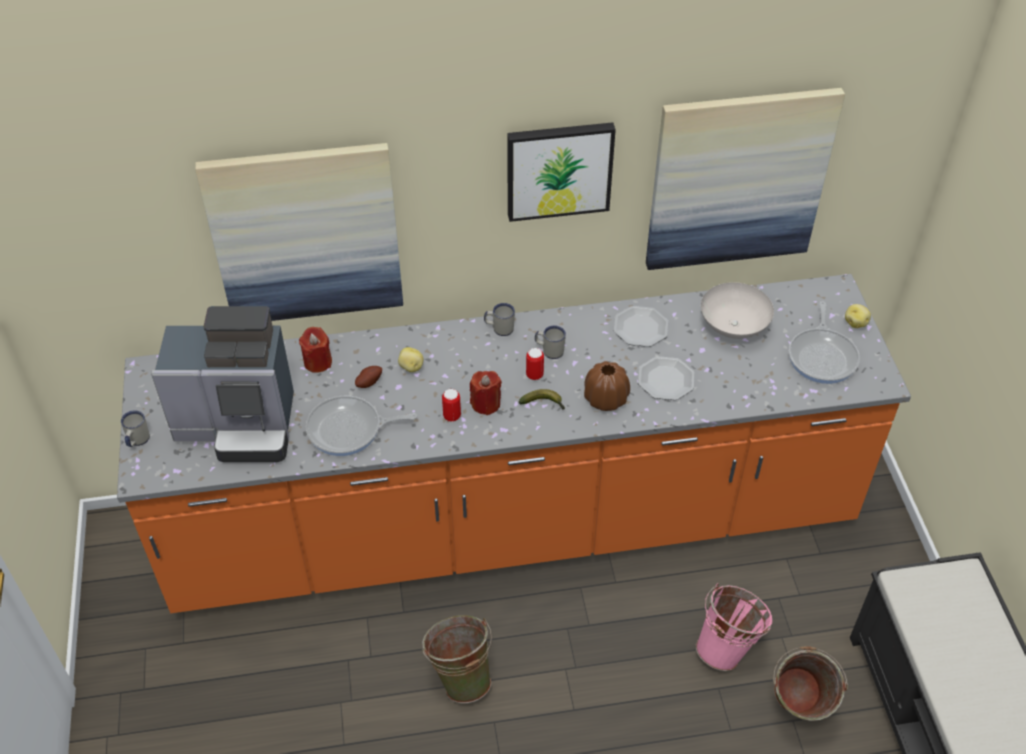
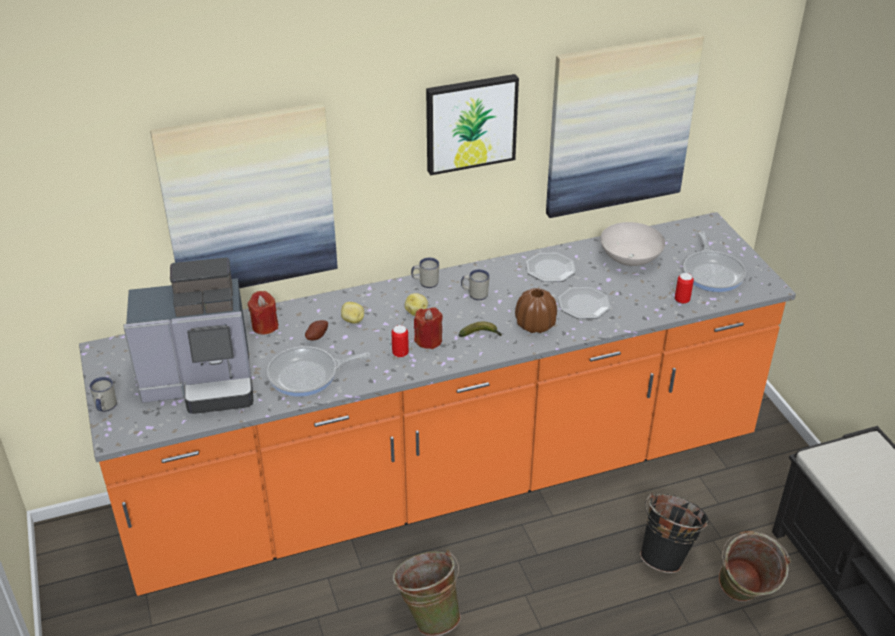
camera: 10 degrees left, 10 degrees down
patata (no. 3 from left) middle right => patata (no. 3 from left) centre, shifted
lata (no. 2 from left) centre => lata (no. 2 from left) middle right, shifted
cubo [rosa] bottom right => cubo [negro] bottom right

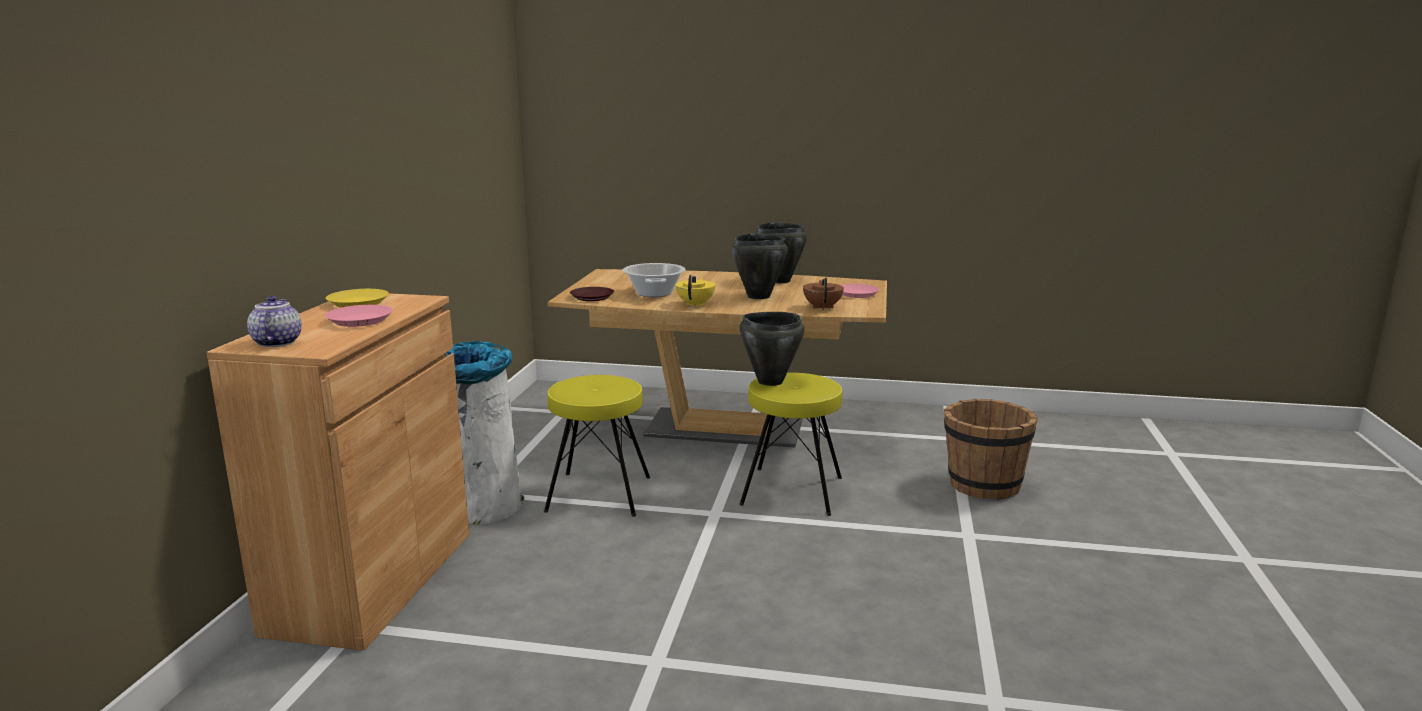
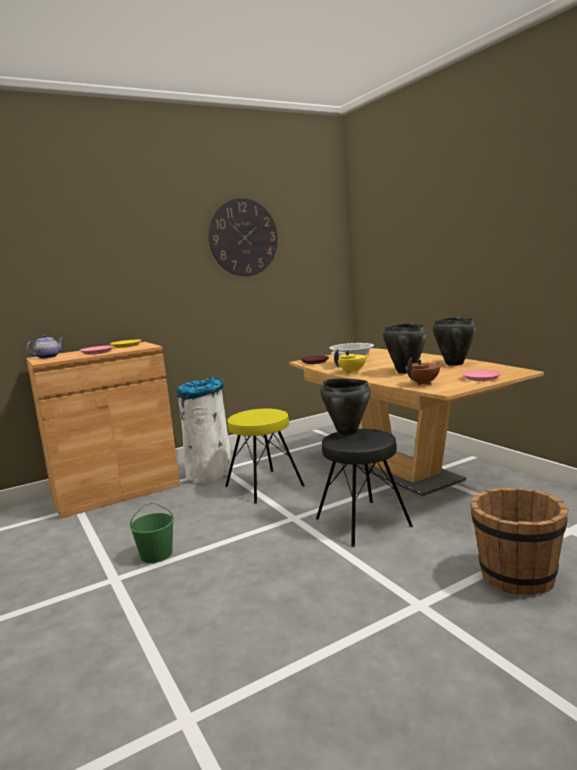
camera: 50 degrees right, 5 degrees down
taburete [amarillo] (no. 2 from left) centre => taburete [negro] centre
nothing => reloj de pared top centre
nothing => cubo [verde] bottom left

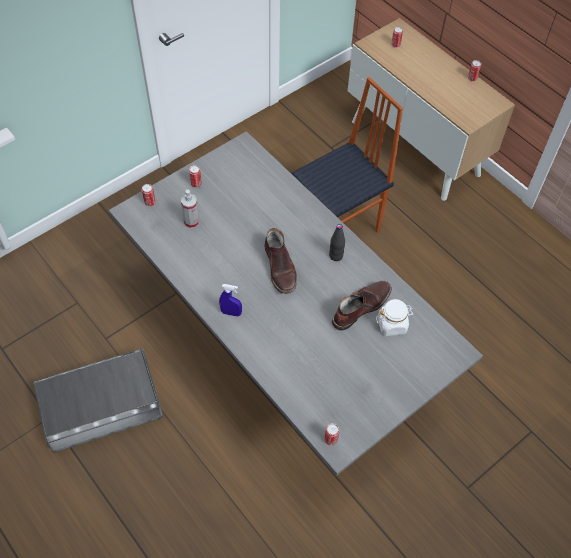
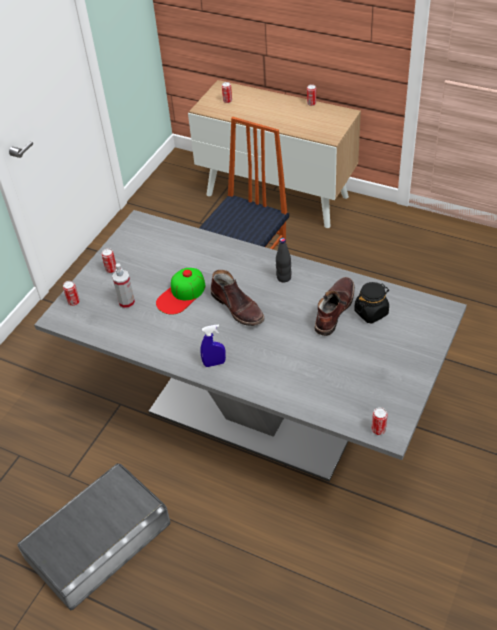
camera: 20 degrees left, 10 degrees down
tarro [blanco] middle right => tarro [negro] middle right
nothing => gorra centre

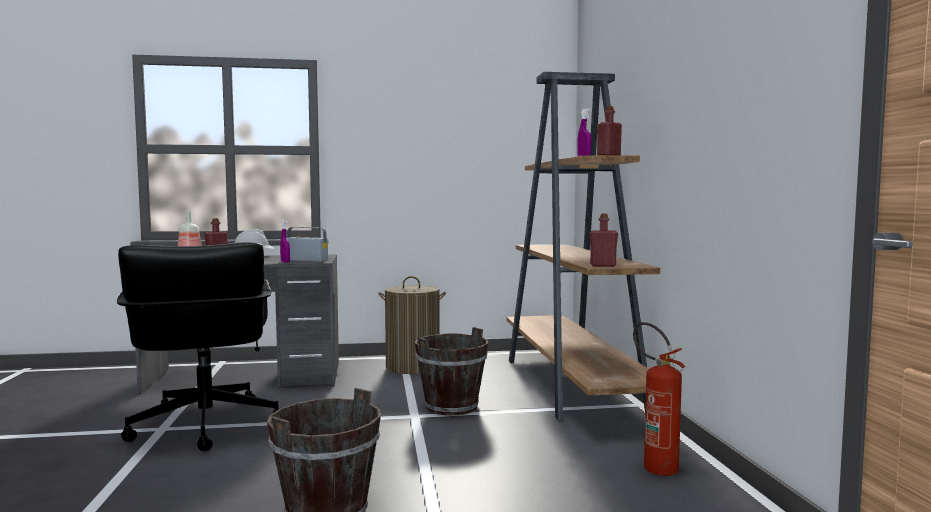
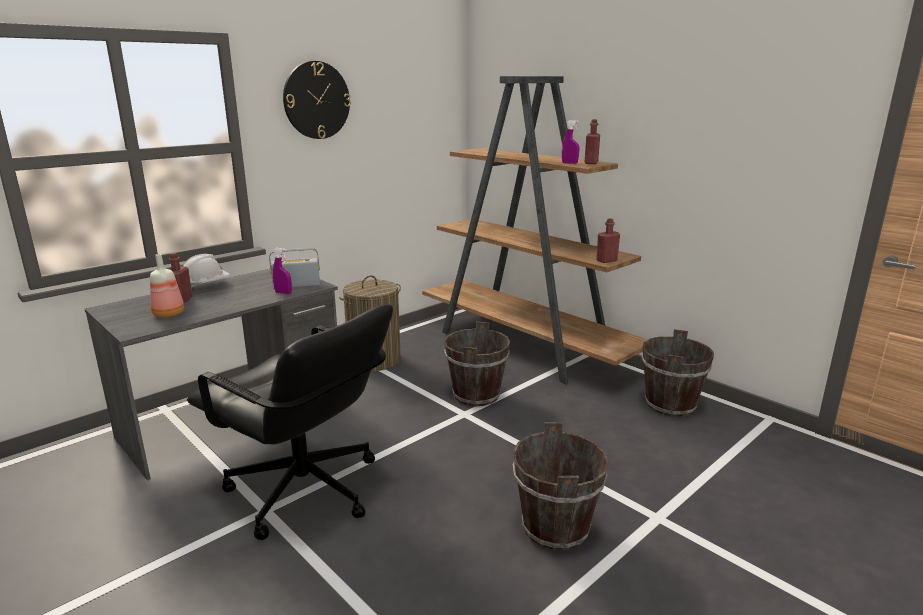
camera: 35 degrees left, 15 degrees up
extintor bottom right => cubo [marrón] (no. 3 from left) middle right
nothing => reloj de pared top centre

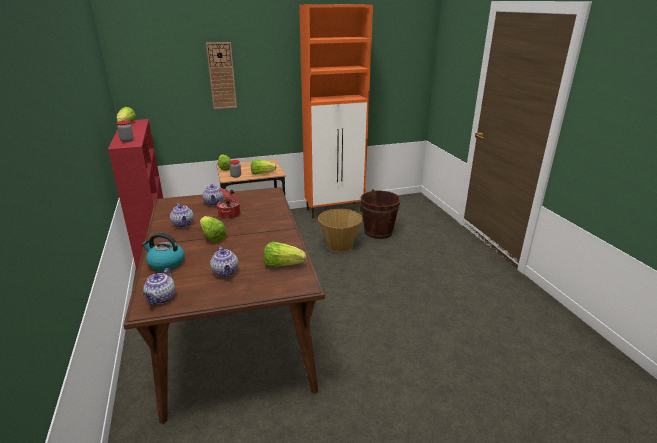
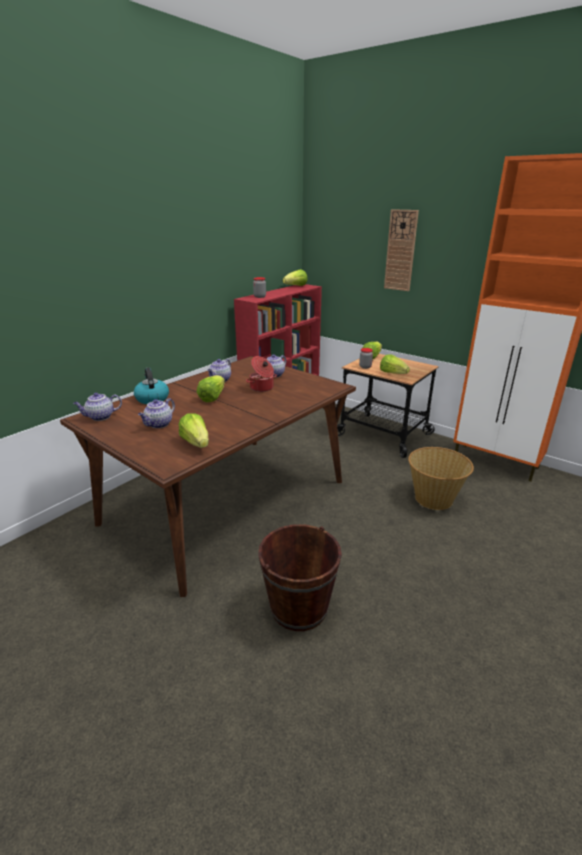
camera: 55 degrees right, 0 degrees up
cubo [marrón] centre => cubo [marrón] bottom centre, shifted

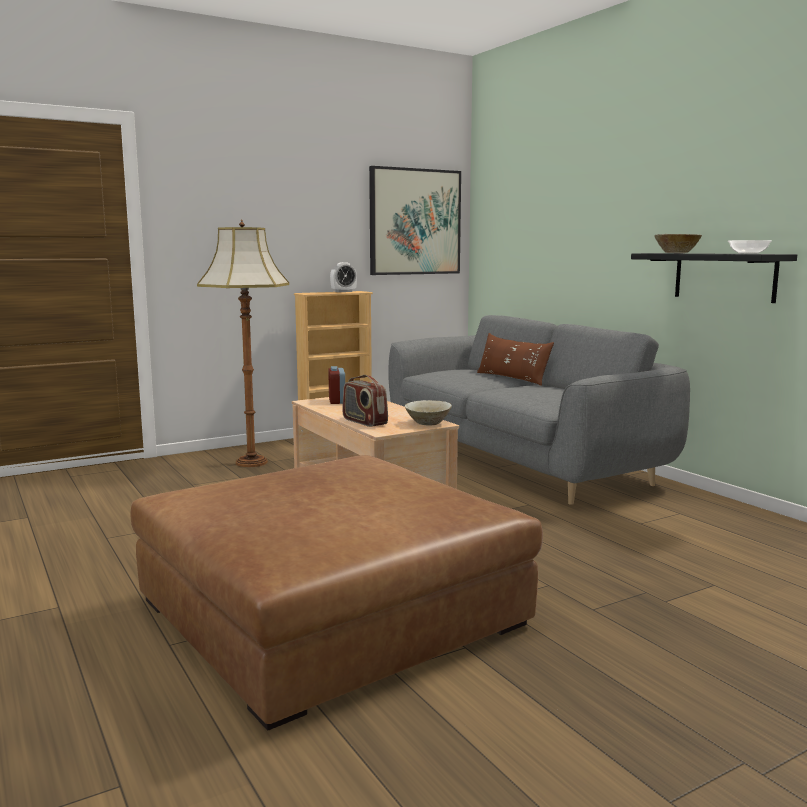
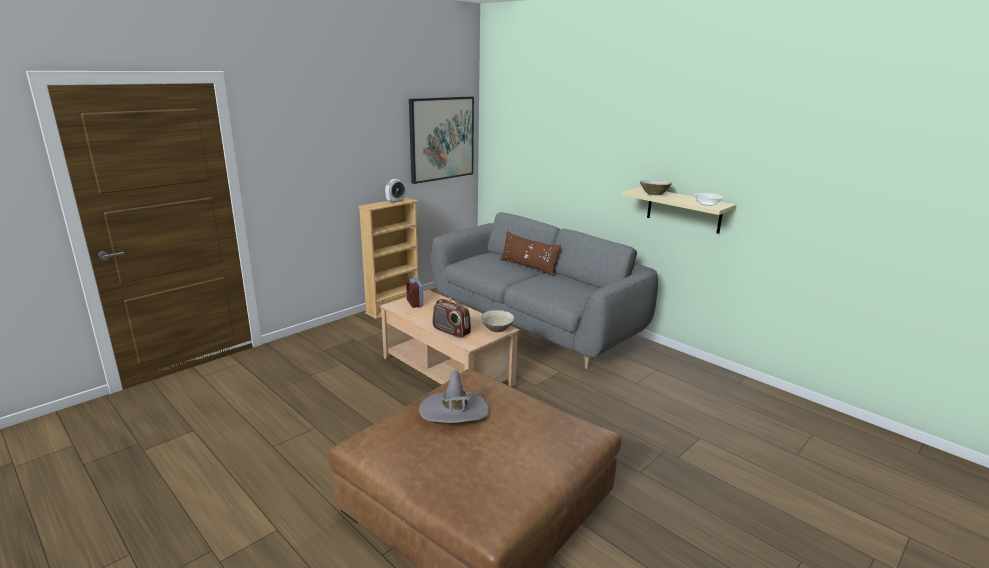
camera: 15 degrees left, 10 degrees up
lámpara de pie middle left => nothing
estante [negro] middle right => estante [beis] middle right
nothing => sombrero [gris] bottom centre

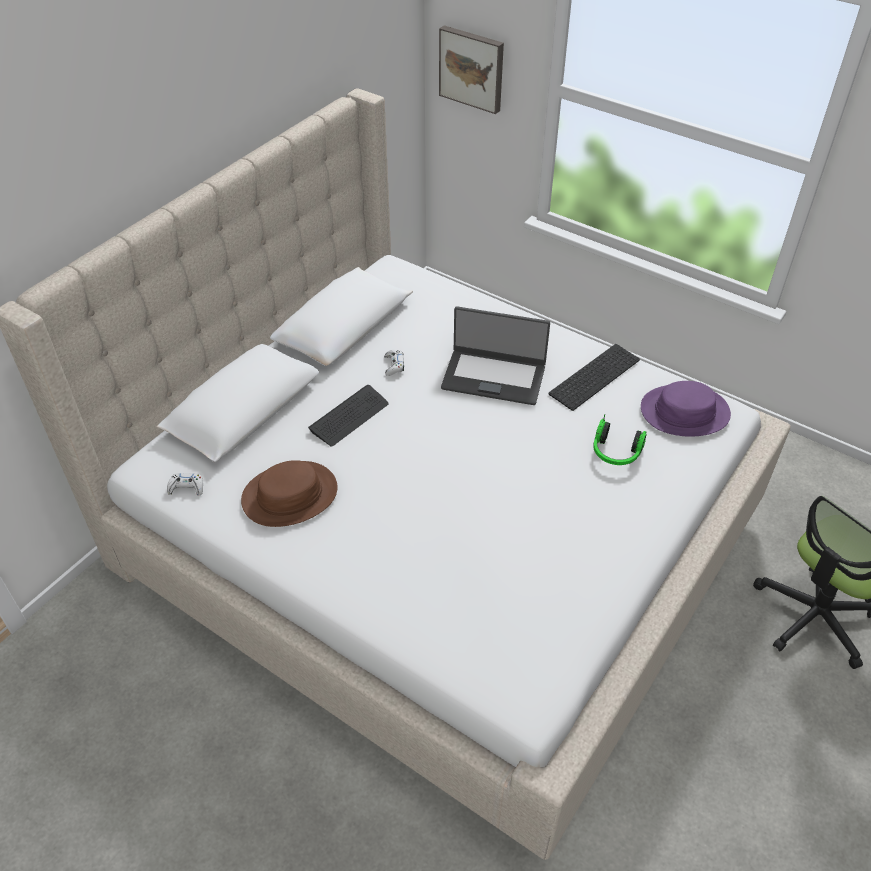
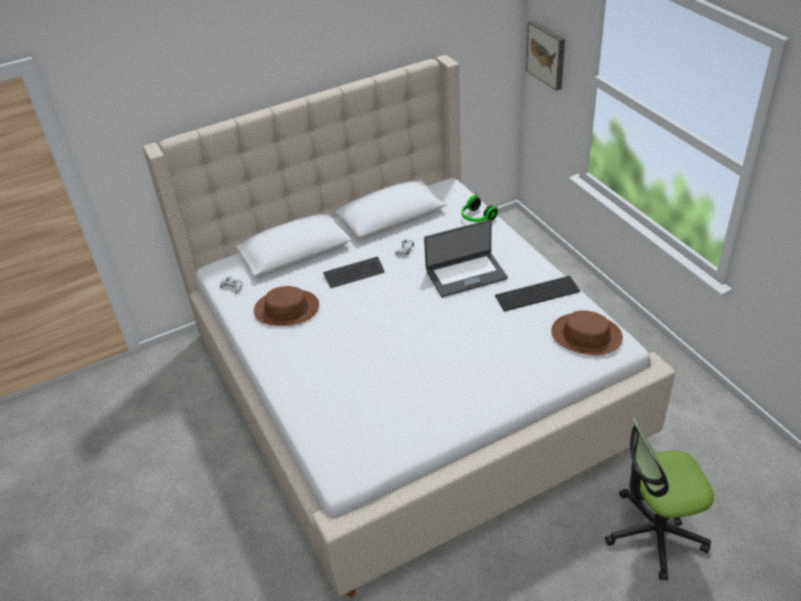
camera: 30 degrees right, 5 degrees down
portátil centre, 60 degrees counterclockwise
sombrero [morado] middle right => sombrero [marrón] (no. 2 from left) middle right
auriculares middle right => auriculares centre, shifted

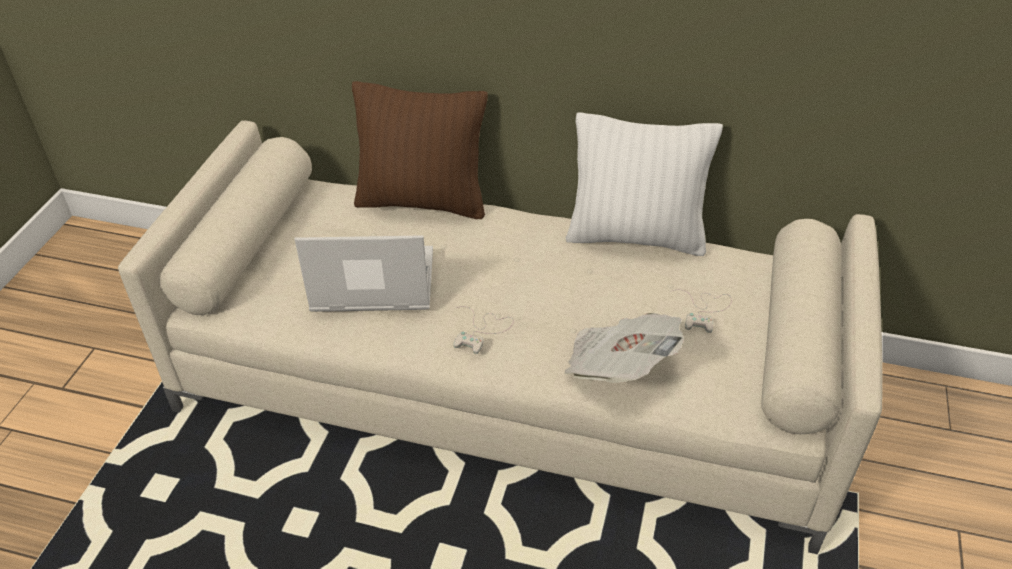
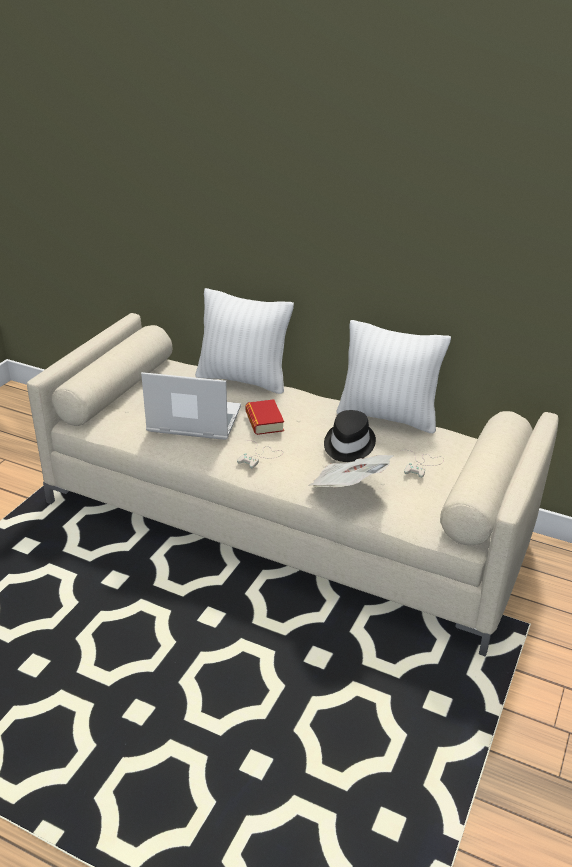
camera: 10 degrees right, 10 degrees down
cojín [marrón] top centre => cojín [blanco] (no. 1 from left) centre
nothing => libro centre
nothing => sombrero [negro] centre

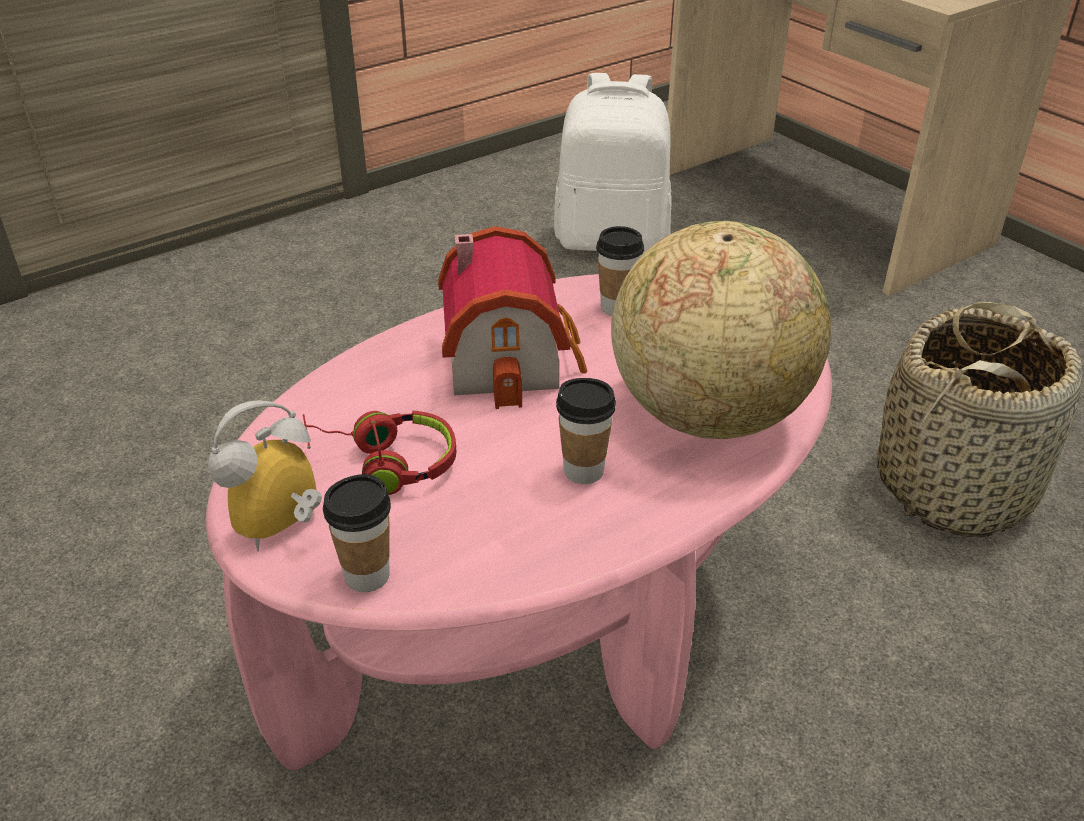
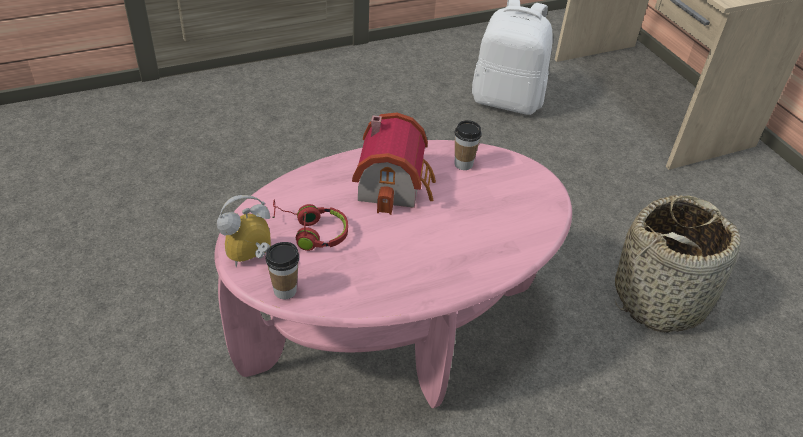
camera: 10 degrees right, 5 degrees up
globo terráqueo centre => nothing
taza (no. 2 from left) centre => nothing

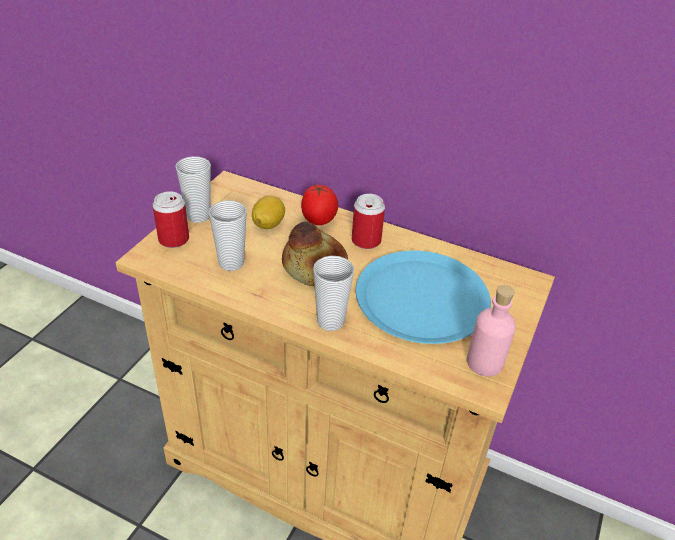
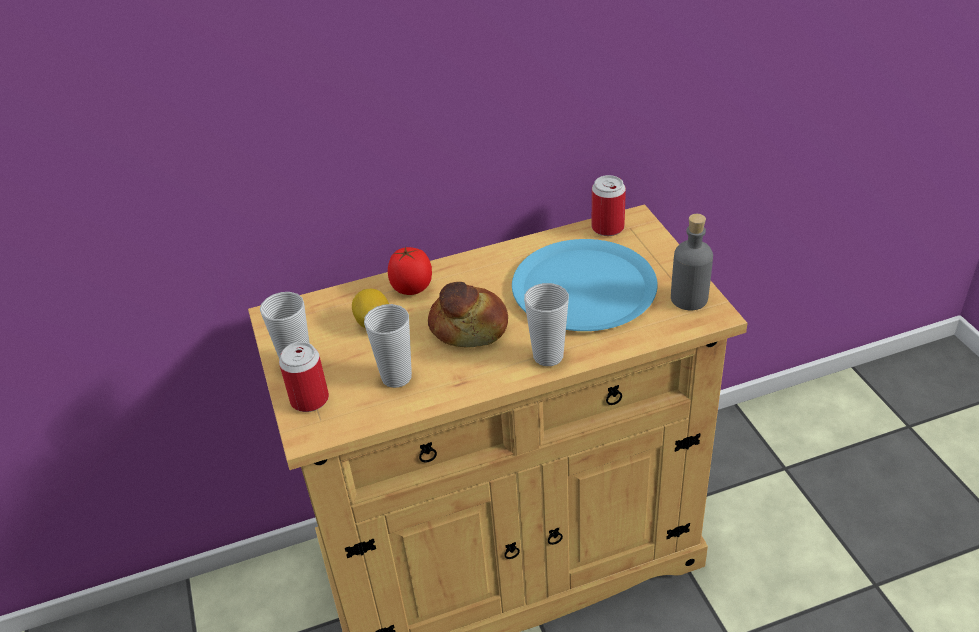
camera: 40 degrees left, 0 degrees up
lata (no. 2 from left) centre => lata (no. 2 from left) top centre, shifted
botella [rosa] middle right => botella [gris] middle right

